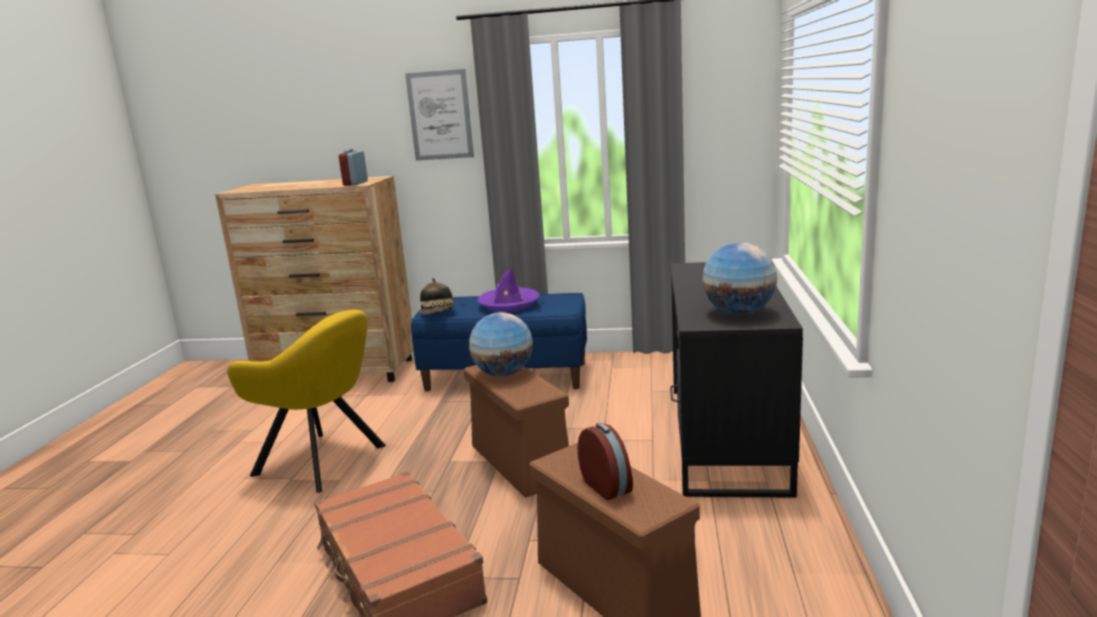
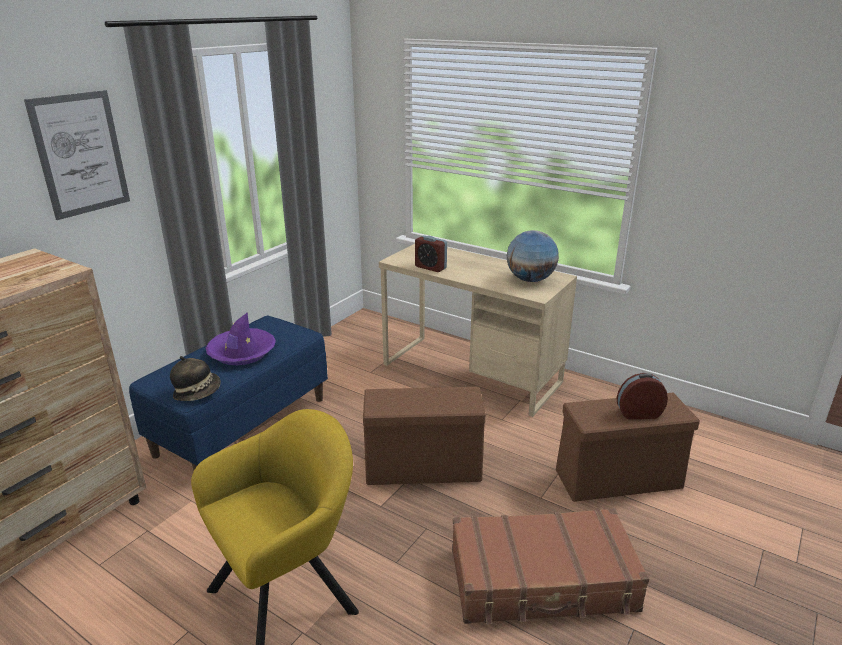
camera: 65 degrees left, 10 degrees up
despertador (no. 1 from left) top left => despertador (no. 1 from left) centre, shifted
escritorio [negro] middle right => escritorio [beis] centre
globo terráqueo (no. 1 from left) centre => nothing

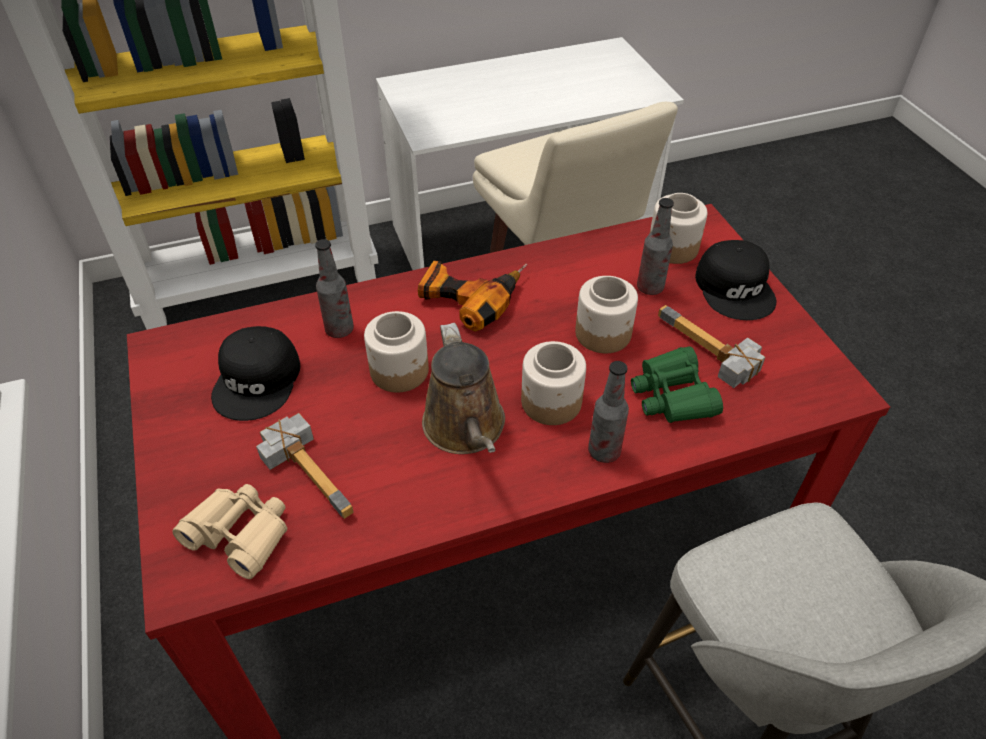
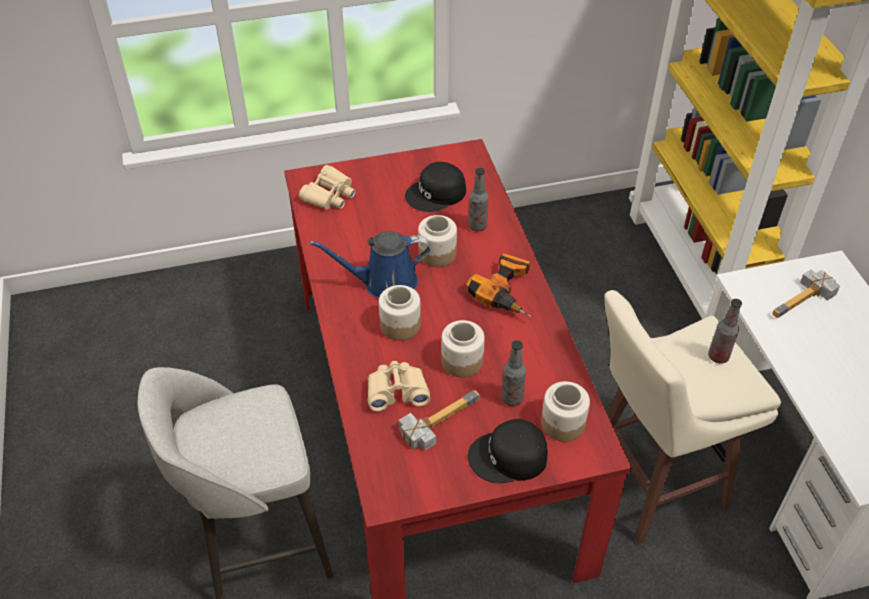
camera: 95 degrees right, 0 degrees up
regadera [marrón] centre => regadera [azul] centre
gorra [negro] (no. 1 from left) middle left => gorra [negro] (no. 1 from left) top centre, 45 degrees counterclockwise
prismáticos [verde] middle right => prismáticos [beis] (no. 2 from left) centre
botella (no. 2 from left in the first image) centre => botella (no. 3 from left) middle right, shifted
martillo (no. 1 from left in the first image) middle left => martillo (no. 2 from left) middle right, shifted

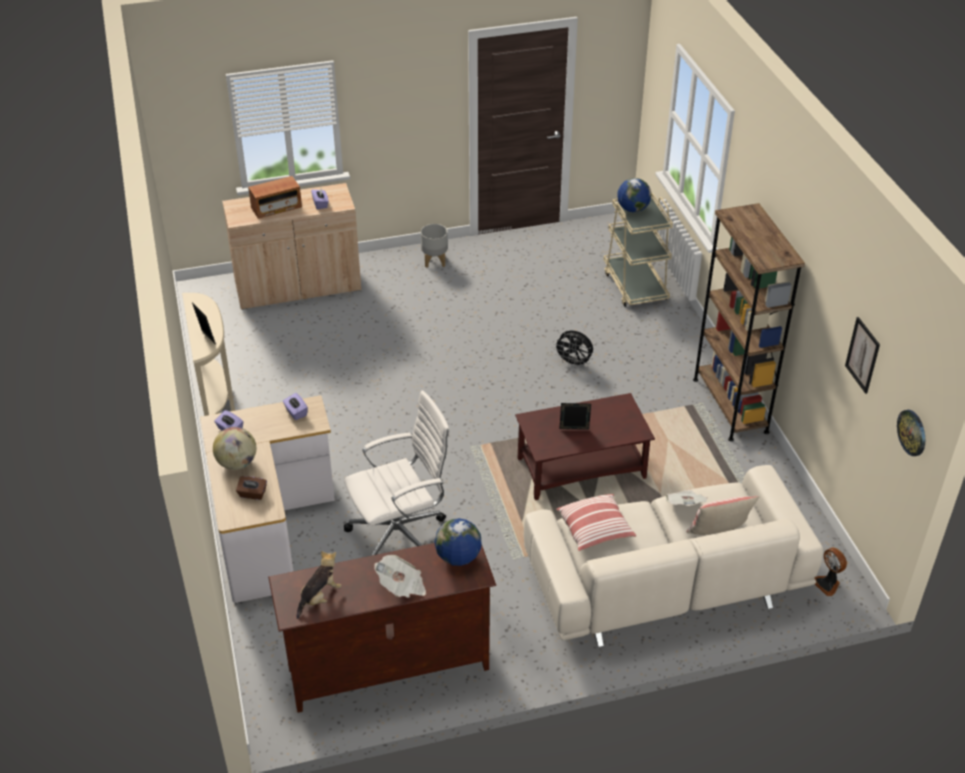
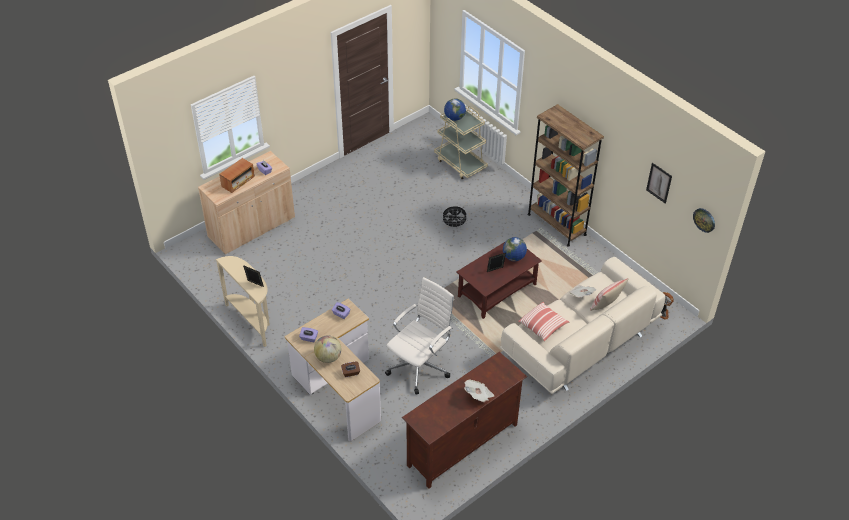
camera: 25 degrees left, 5 degrees up
maceta [gris] top centre => nothing
globo terráqueo (no. 2 from left in the first image) bottom centre => globo terráqueo (no. 3 from left) centre, shifted
peluche bottom left => nothing

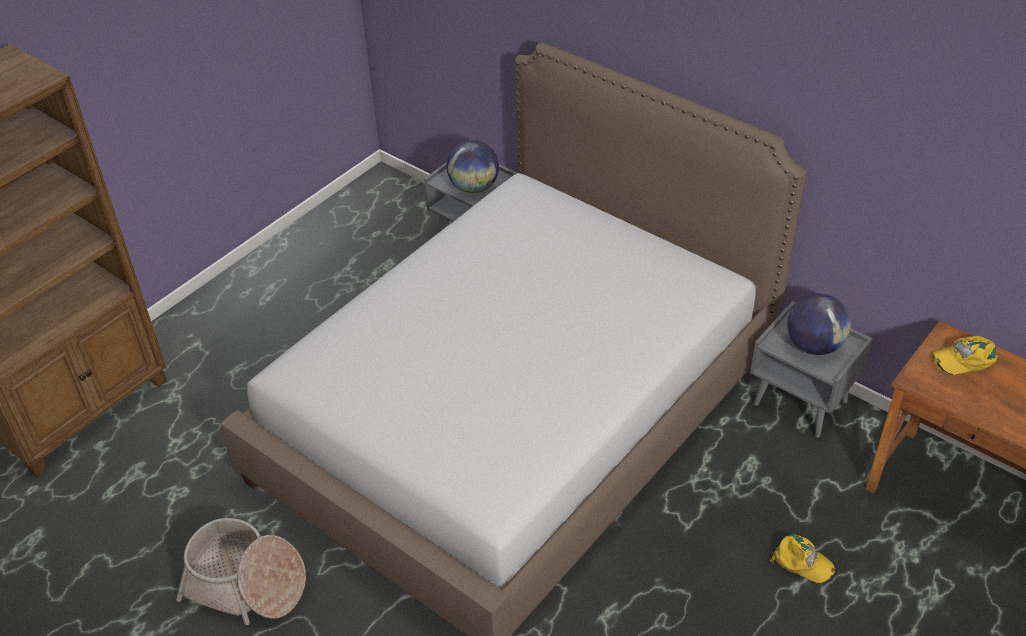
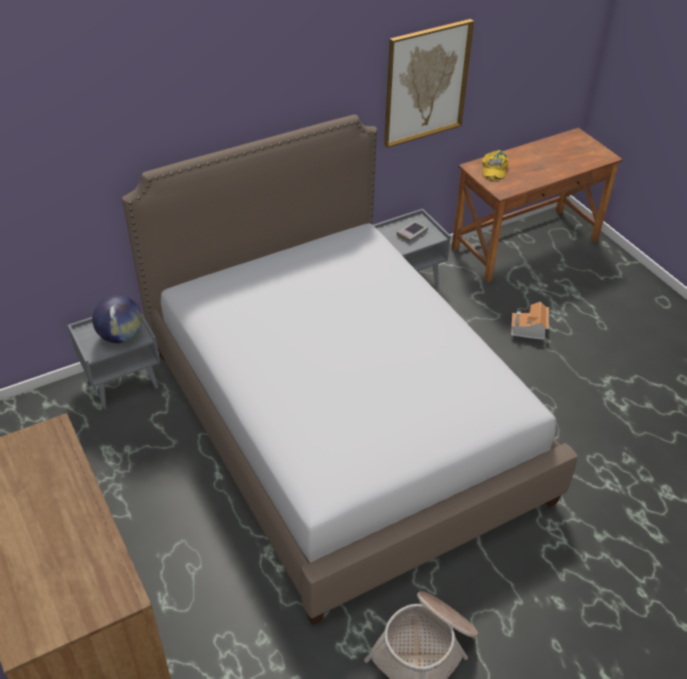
camera: 70 degrees left, 0 degrees up
globo terráqueo (no. 2 from left) middle right => libro centre
gorra [amarillo] (no. 1 from left) bottom right => casita middle right
nothing => cuadro top centre

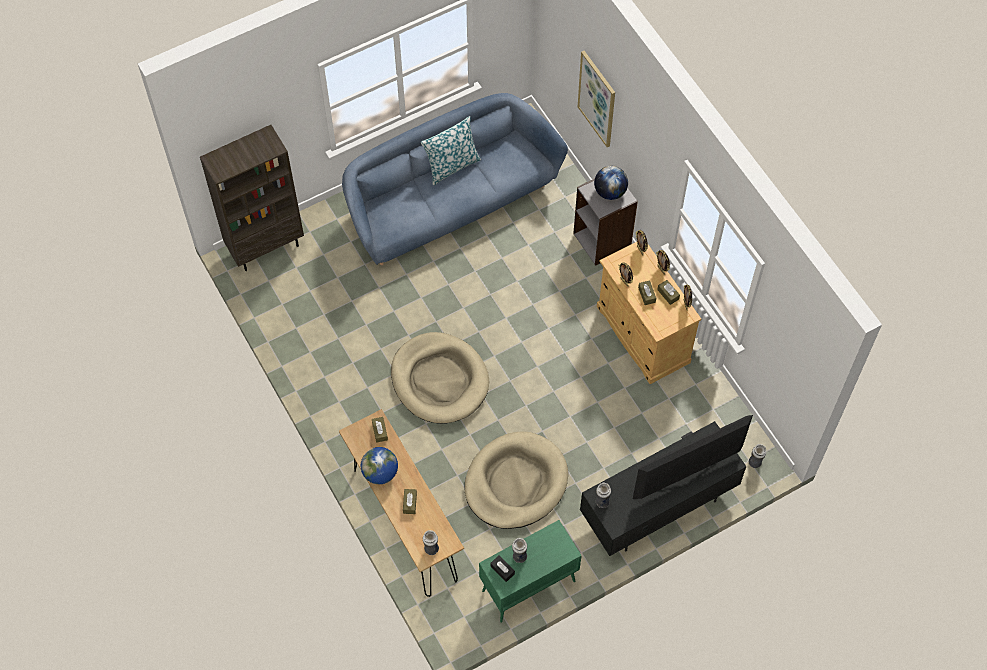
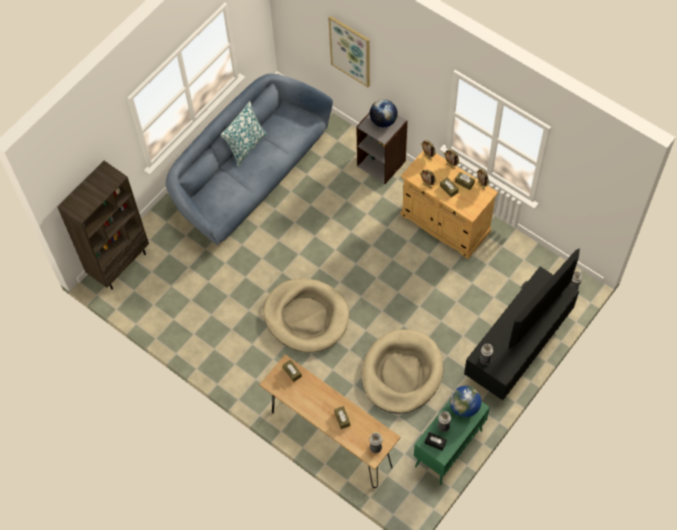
camera: 20 degrees left, 0 degrees up
globo terráqueo (no. 1 from left in the first image) bottom centre => globo terráqueo (no. 2 from left) bottom right, shifted

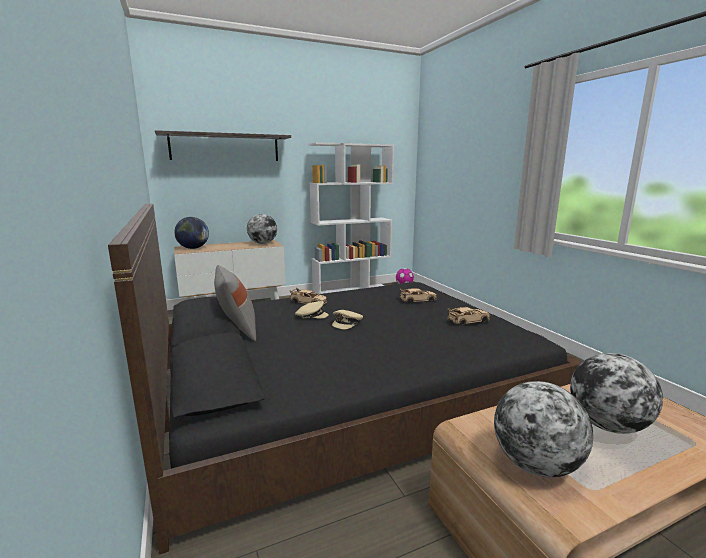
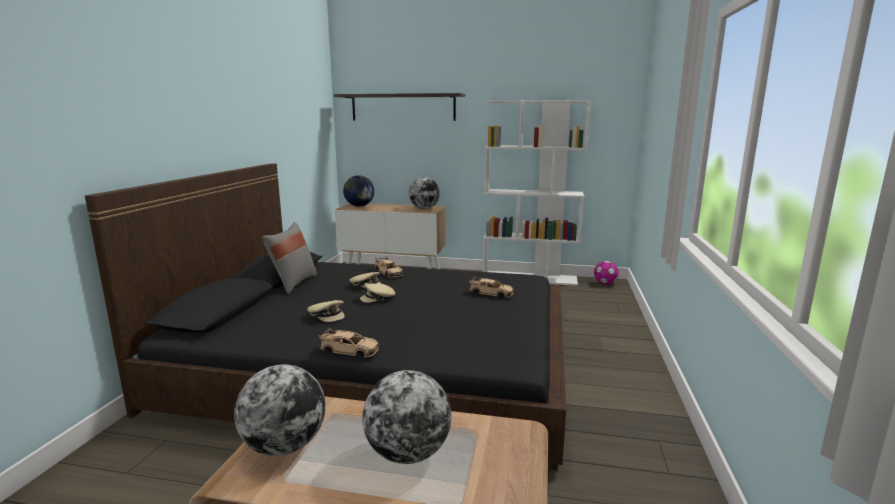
camera: 35 degrees right, 0 degrees up
coche de juguete [beis] (no. 3 from left in the first image) centre => coche de juguete [beis] (no. 1 from left) bottom centre, shifted
nothing => gorra [beis] (no. 1 from left) centre

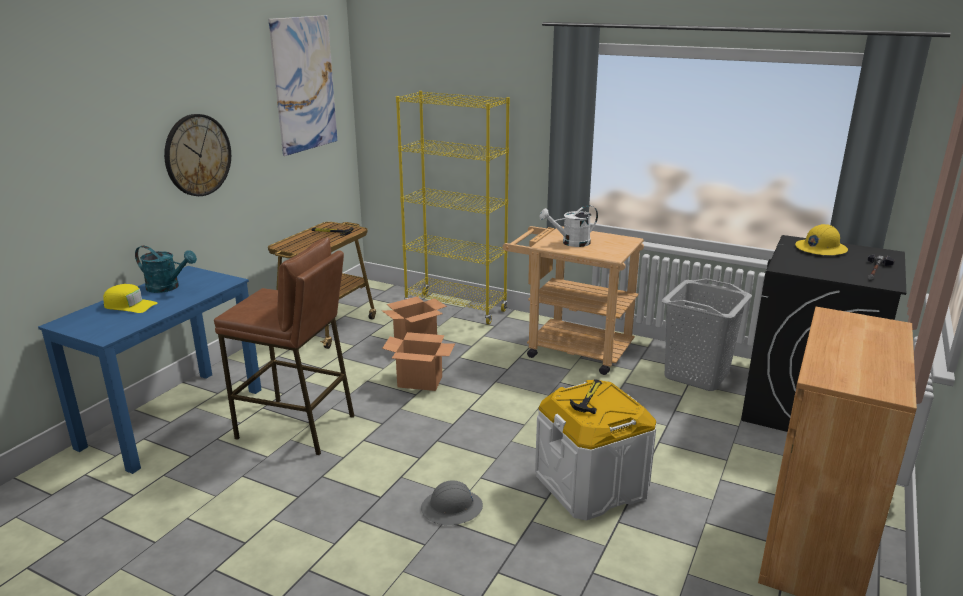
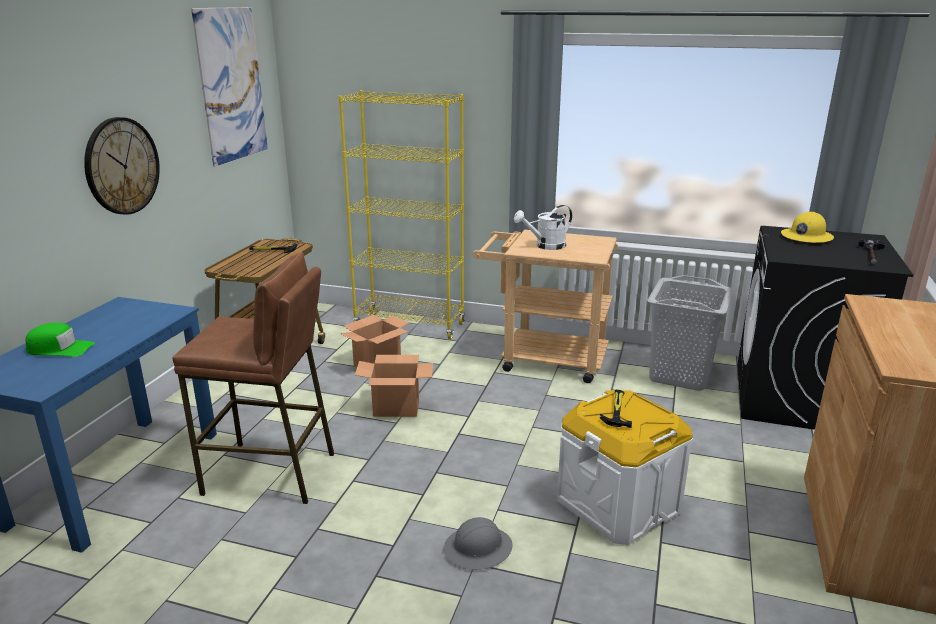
camera: 10 degrees left, 0 degrees up
regadera [turquesa] middle left => nothing
gorra [amarillo] middle left => gorra [verde] middle left

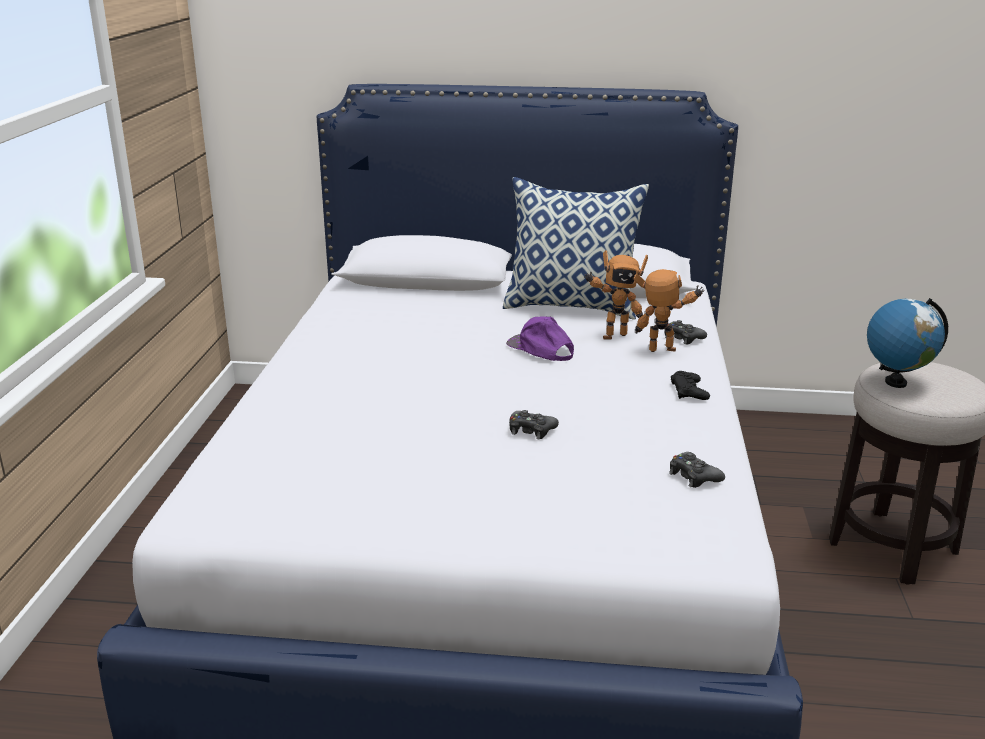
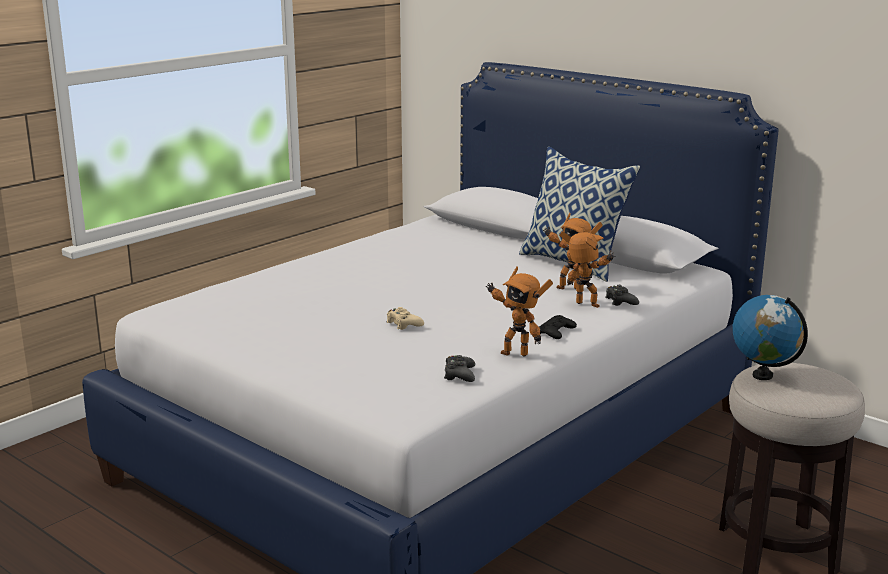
camera: 35 degrees right, 5 degrees down
gorra [morado] centre => nothing
mando de consola [negro] (no. 1 from left) centre => mando de consola [beis] centre
nothing => robot de juguete (no. 1 from left) centre

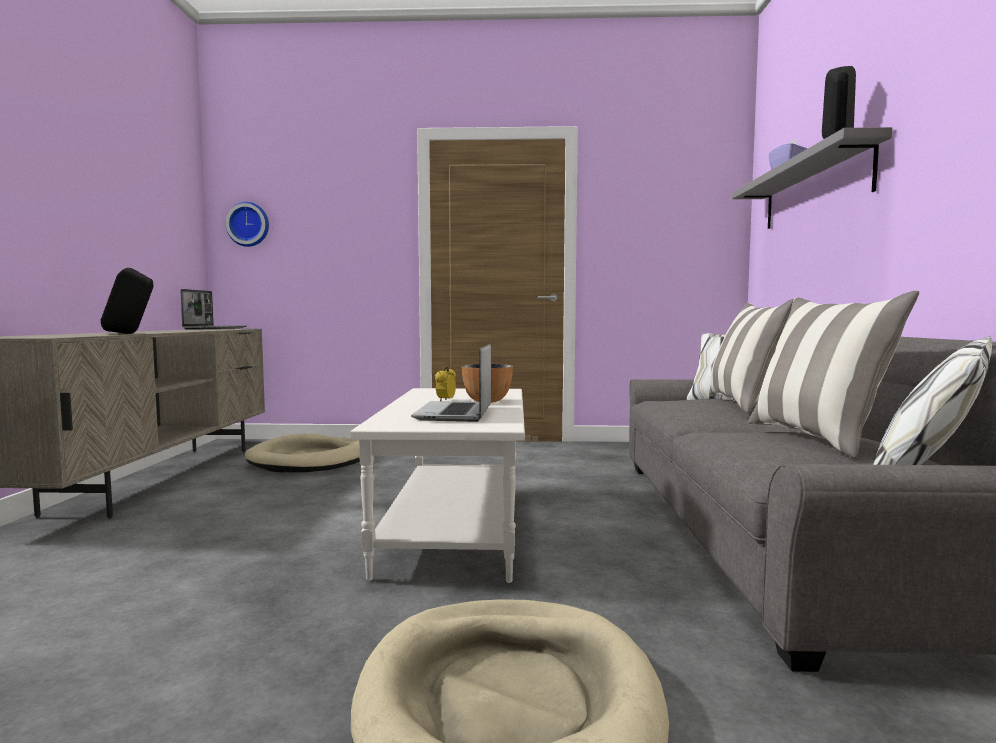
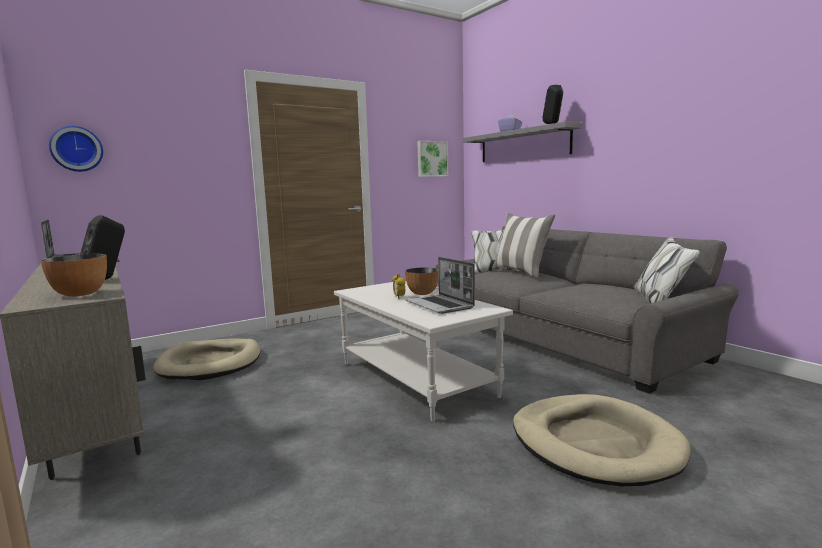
camera: 35 degrees left, 5 degrees up
cojín (no. 2 from left) middle right => nothing
nothing => cuadro top centre
nothing => cuenco (no. 1 from left) middle left

